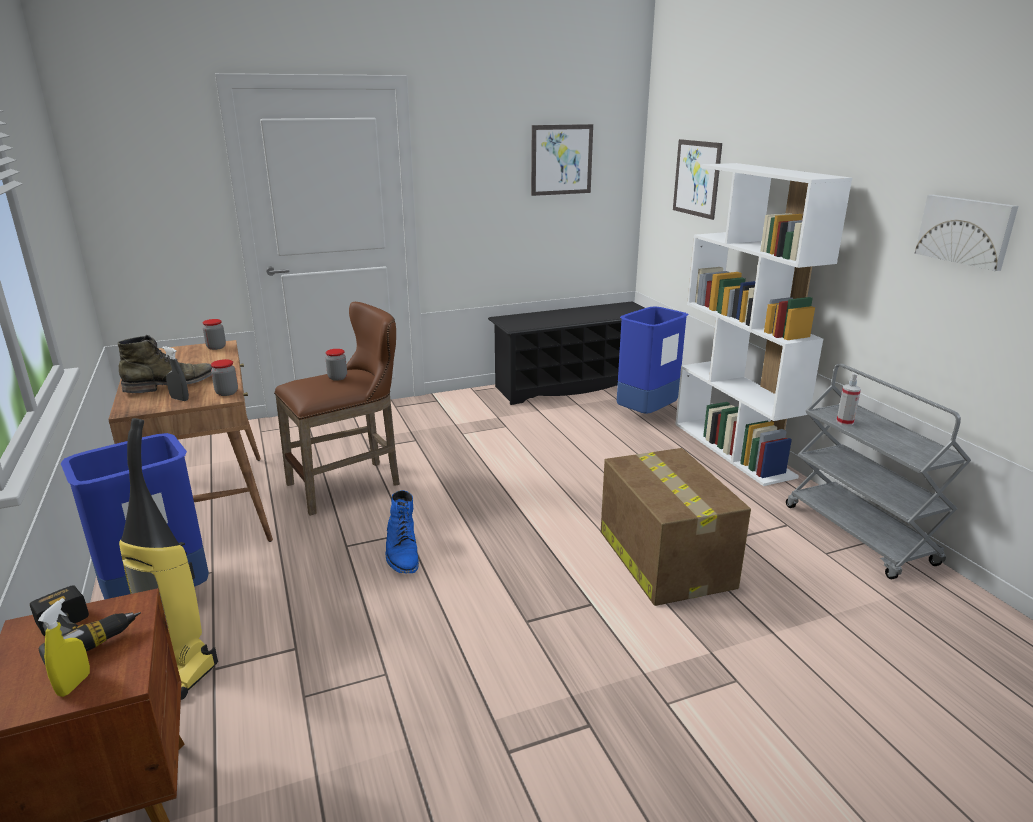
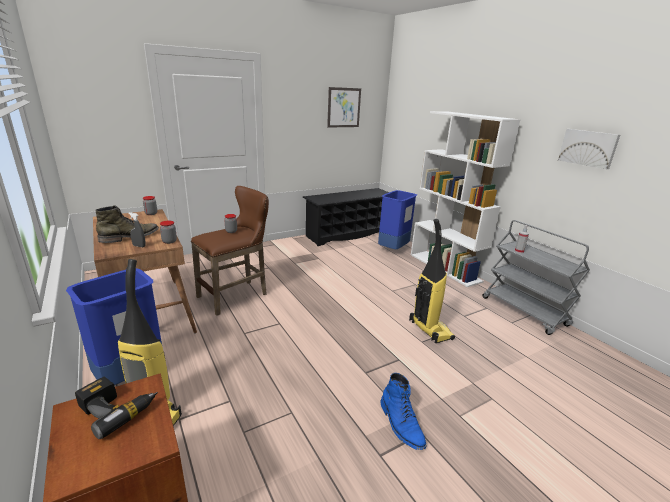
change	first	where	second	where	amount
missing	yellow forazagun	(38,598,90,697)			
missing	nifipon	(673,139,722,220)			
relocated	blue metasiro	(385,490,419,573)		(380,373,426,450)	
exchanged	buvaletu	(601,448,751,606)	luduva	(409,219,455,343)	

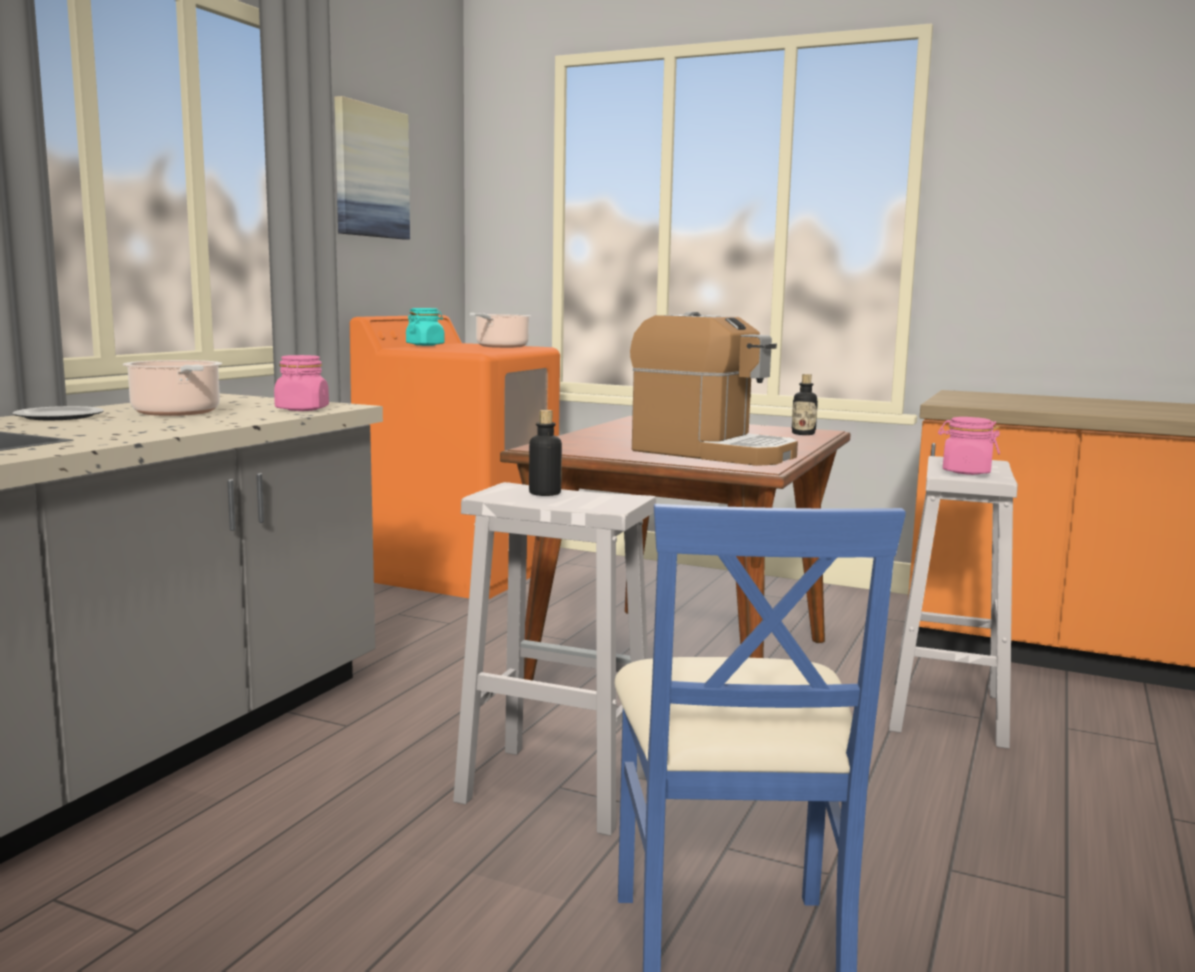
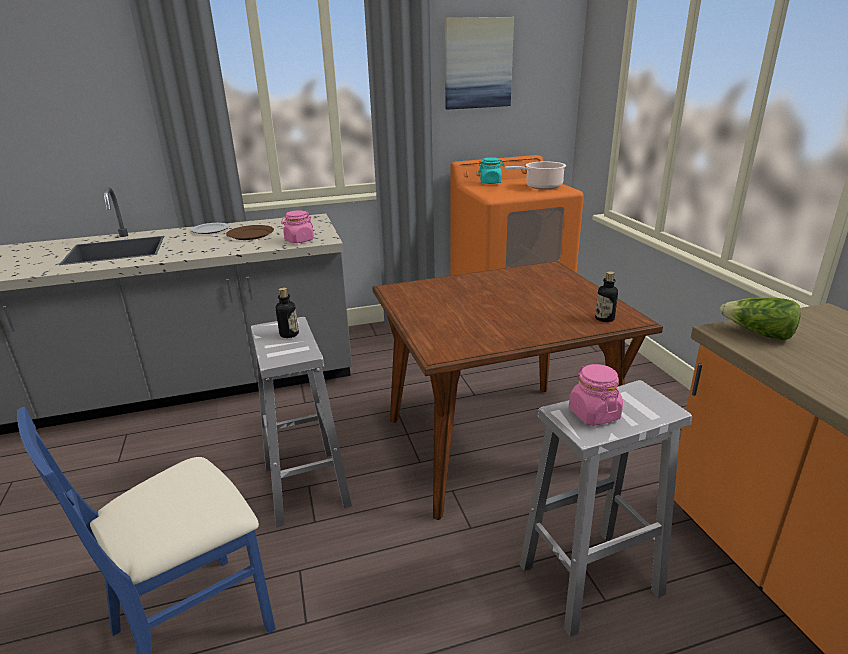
change	first	where	second	where	amount
missing	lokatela	(630,312,798,466)			
appeared			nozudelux	(720,298,801,340)	
exchanged	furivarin	(123,360,222,416)	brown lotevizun	(226,225,274,240)	

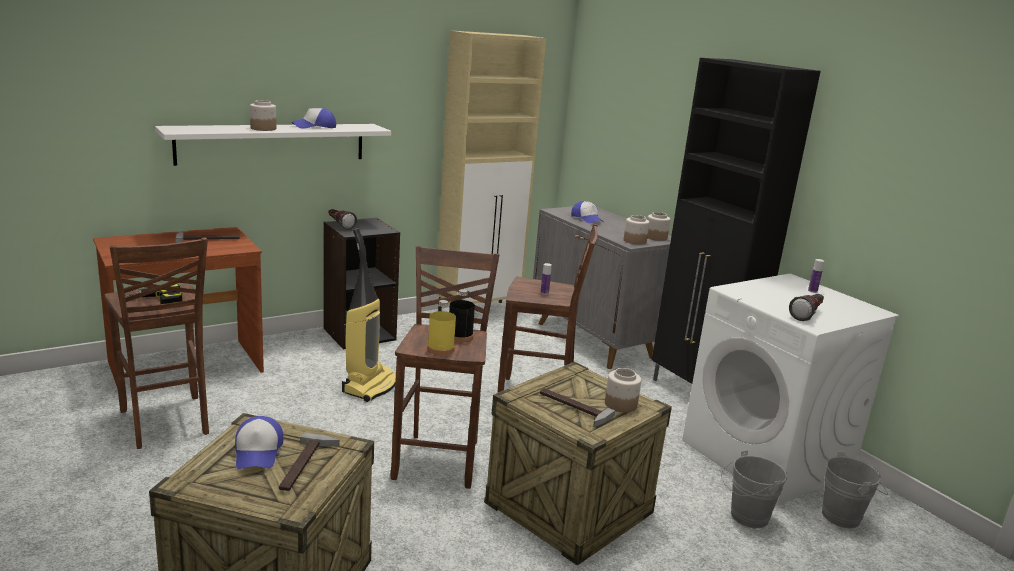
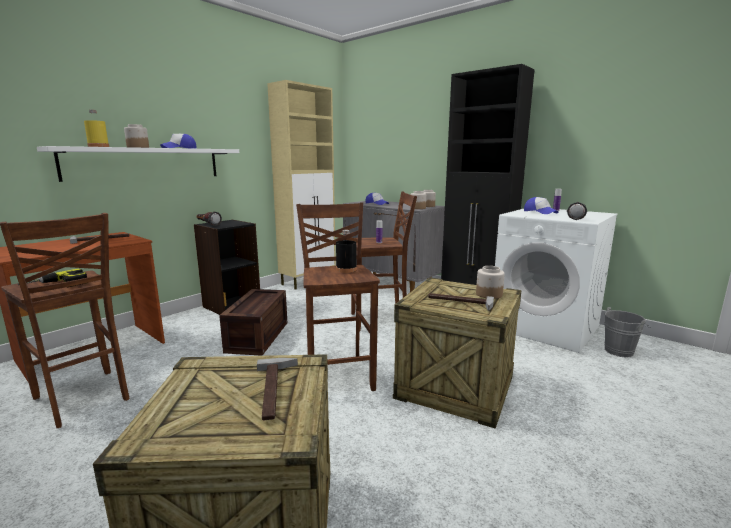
change	first	where	second	where	amount
missing	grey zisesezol	(721,450,787,529)			
relocated	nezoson	(235,416,284,469)		(524,197,559,214)	
relocated	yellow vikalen	(427,300,456,355)		(84,110,109,147)	
exchanged	luduva	(342,228,396,402)	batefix	(219,289,287,356)	

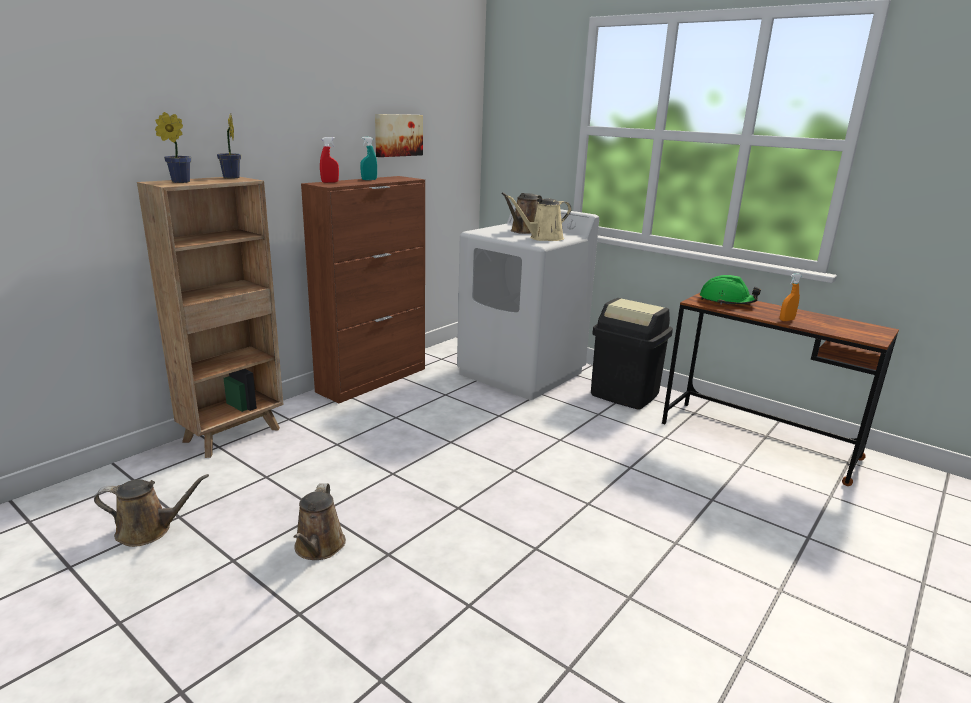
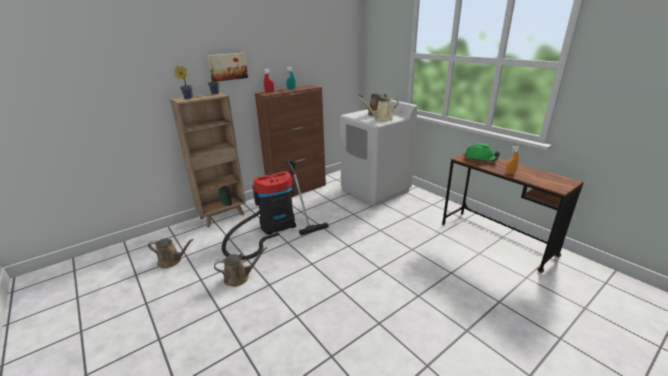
change	first	where	second	where	amount
missing	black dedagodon	(591,298,673,410)			
appeared			luduva	(221,159,329,260)	
relocated	nifipon	(375,114,423,157)		(207,53,248,82)	
spun	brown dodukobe	(294,483,346,560)		(214,247,267,287)	120 degrees counterclockwise

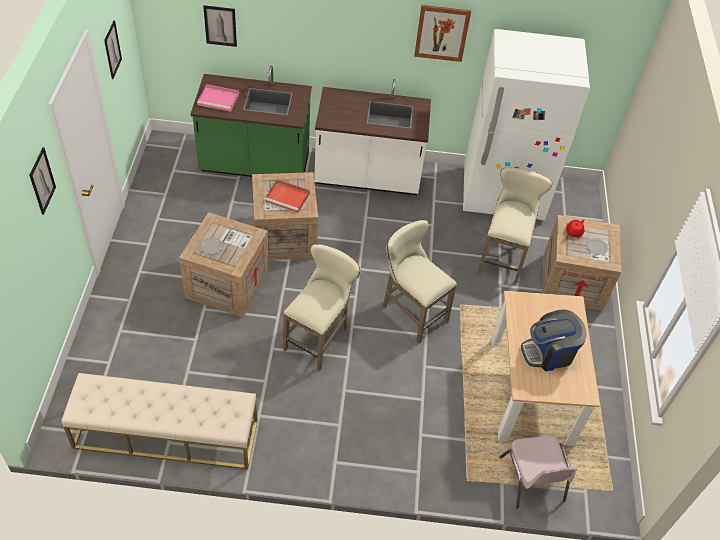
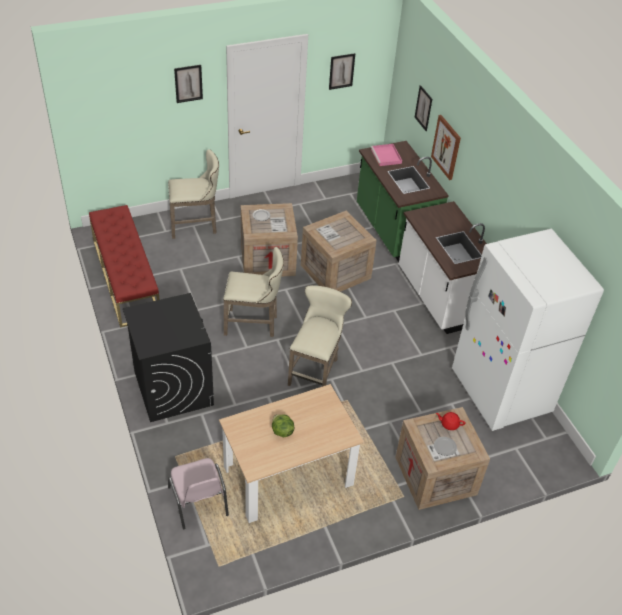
change	first	where	second	where	amount
missing	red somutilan	(265,179,310,213)			
appeared			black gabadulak	(123,293,214,422)	
relocated	nifipon	(414,5,471,62)		(431,115,461,180)	
relocated	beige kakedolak	(478,168,552,284)		(168,149,219,239)	
exchanged	lokatela	(521,309,586,371)	nozudelux	(272,414,295,438)	
colour	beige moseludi	(62,373,257,469)	red moseludi	(89,205,160,328)	
spun	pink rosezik	(500,435,578,509)		(168,458,229,529)	75 degrees counterclockwise

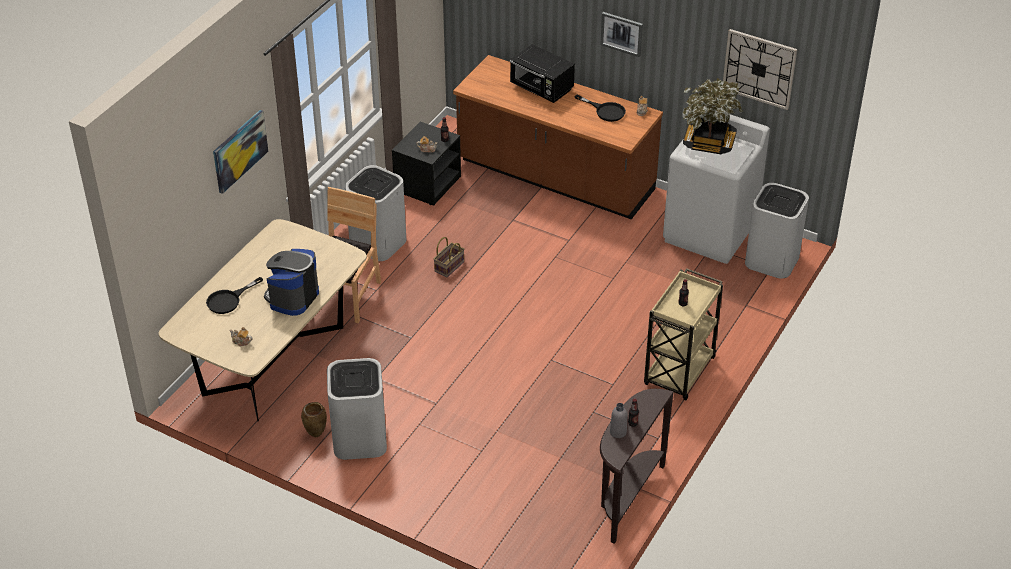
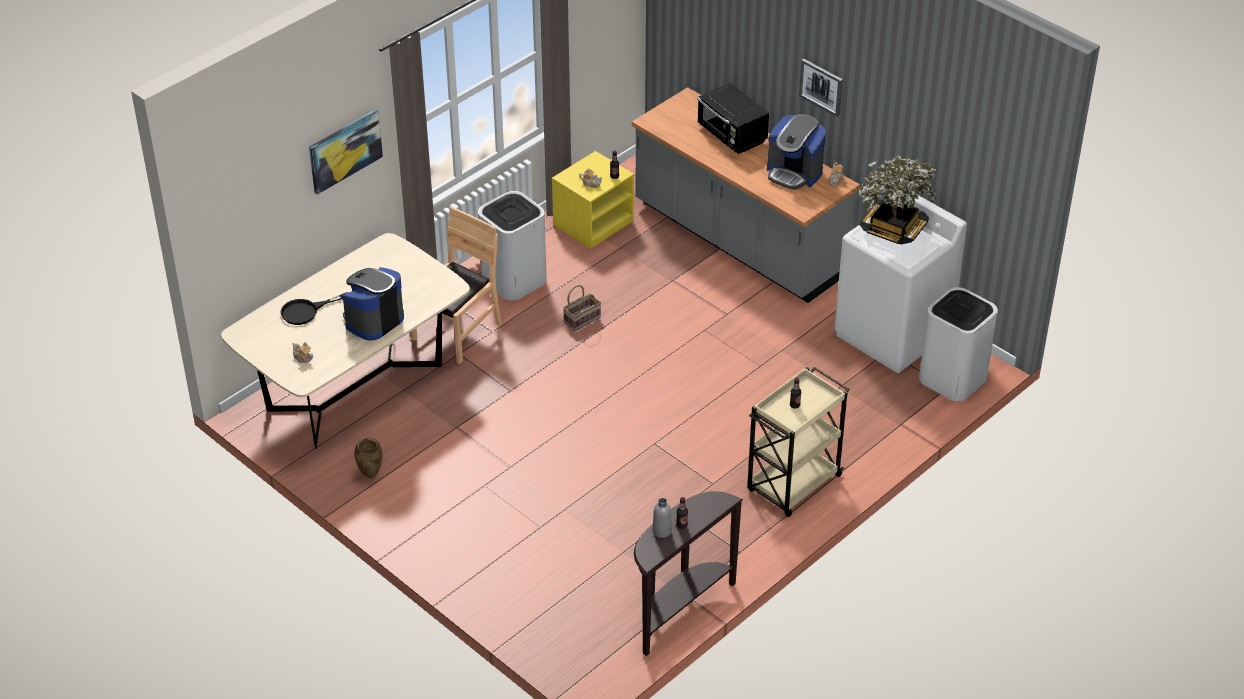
change	first	where	second	where	amount
missing	white dedagodon	(327,358,387,460)			
missing	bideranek	(723,29,797,110)			
exchanged	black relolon	(575,95,626,122)	lokatela	(767,114,826,190)	
colour	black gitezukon	(392,122,461,206)	yellow gitezukon	(552,151,634,249)	
colour	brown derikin	(453,55,663,219)	grey derikin	(632,87,860,303)	

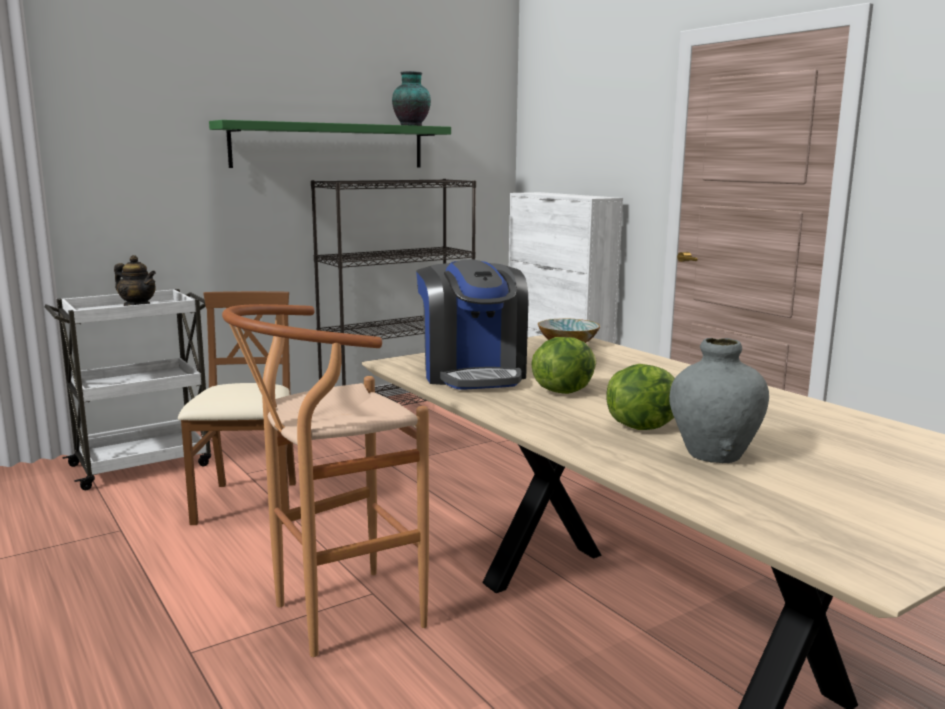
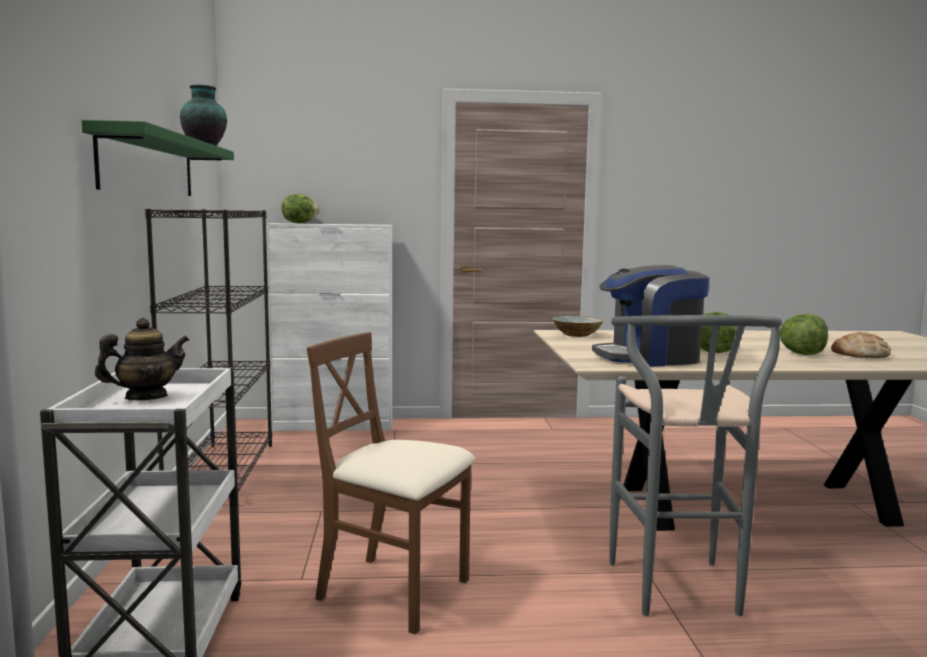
change	first	where	second	where	amount
appeared			nozudelux	(282,194,320,223)	
exchanged	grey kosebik	(669,338,769,463)	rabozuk	(831,332,891,358)	
colour	brown kakedolak	(222,304,429,657)	grey kakedolak	(609,315,782,616)	
spun	lokatela	(416,259,528,390)		(592,265,709,367)	150 degrees clockwise

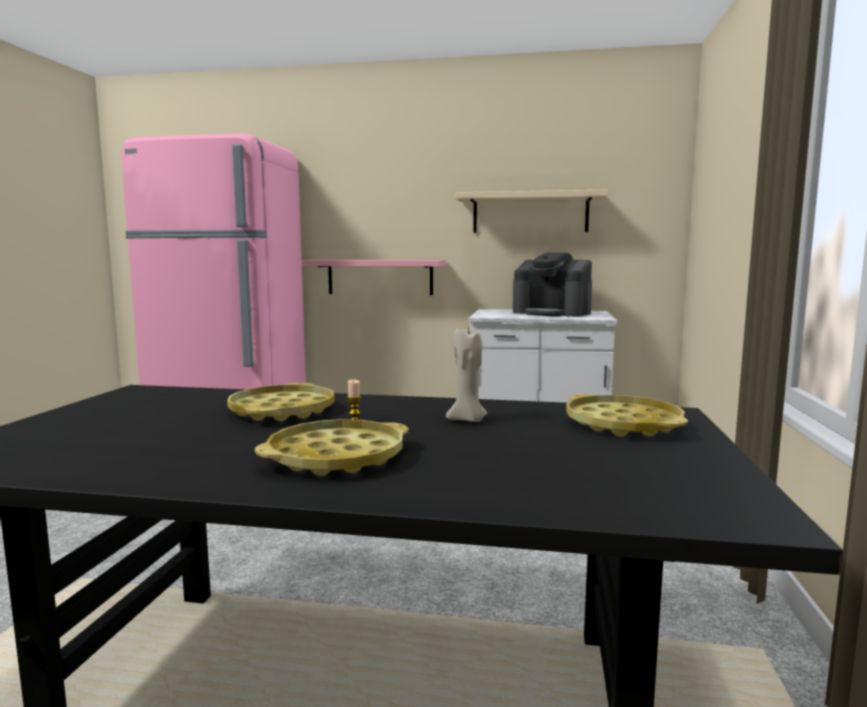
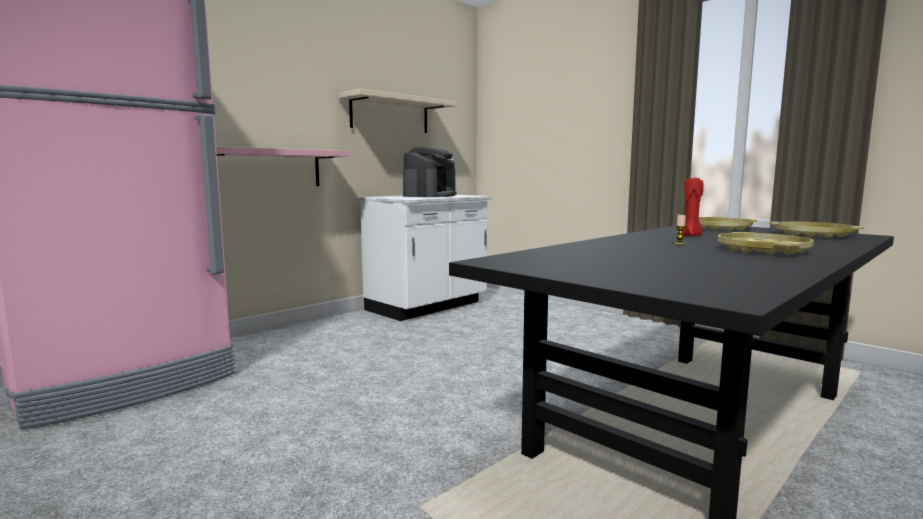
change	first	where	second	where	amount
relocated	yellow somutilan	(227,383,335,421)		(769,222,864,238)	
colour	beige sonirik	(446,328,487,422)	red sonirik	(682,178,703,236)	
spun	lokatela	(513,252,592,317)		(403,147,457,197)	45 degrees counterclockwise

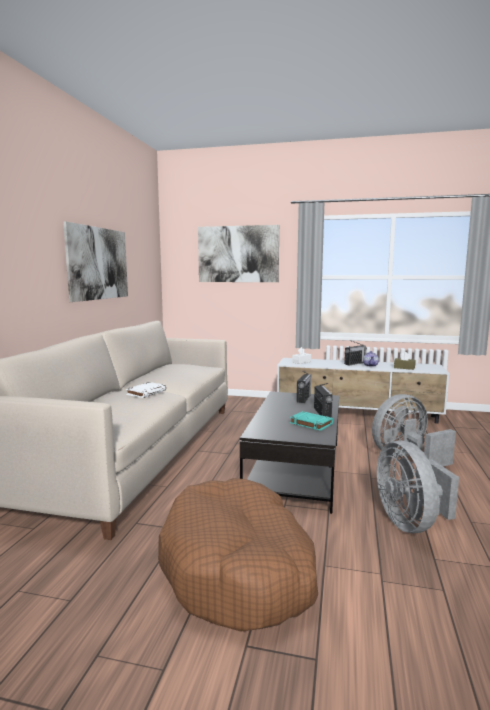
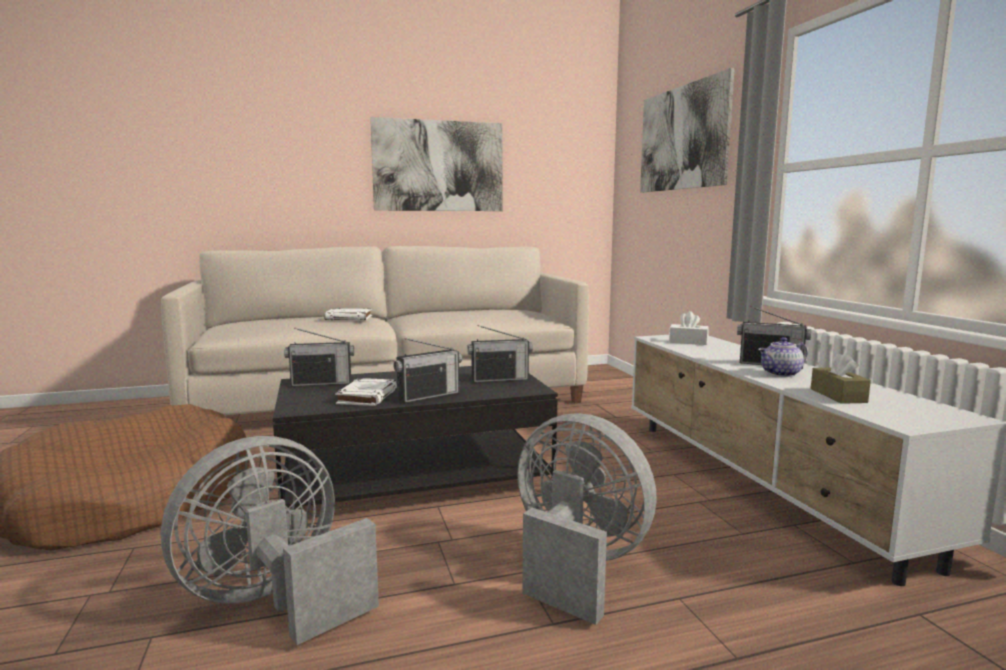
change	first	where	second	where	amount
appeared			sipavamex	(284,328,354,387)	
colour	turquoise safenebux	(290,411,333,431)	white safenebux	(335,378,397,406)	

